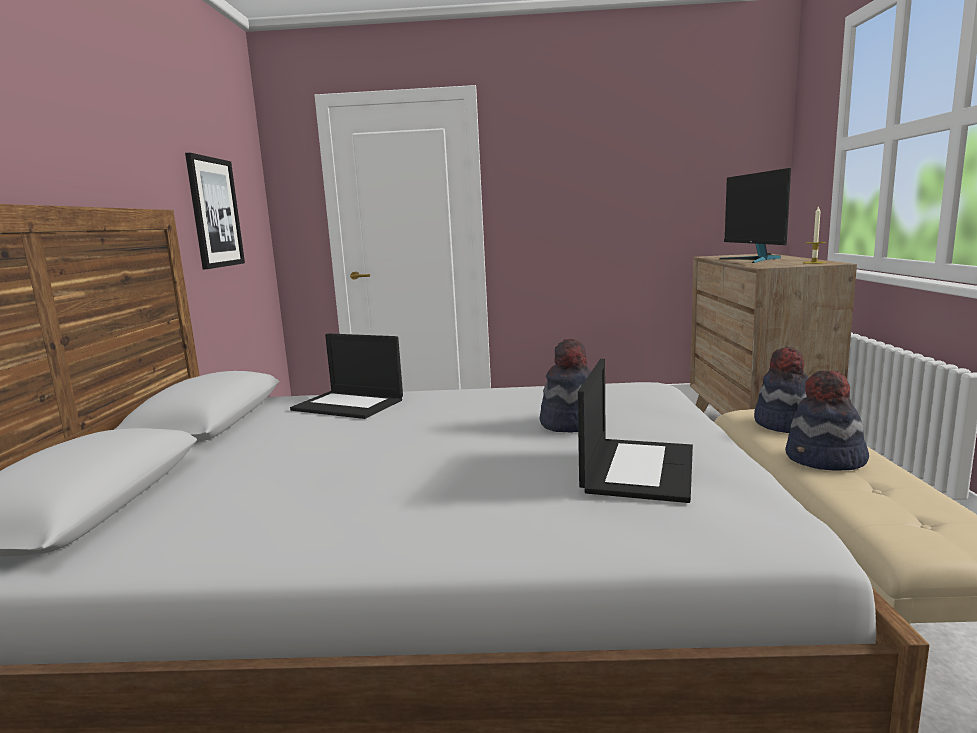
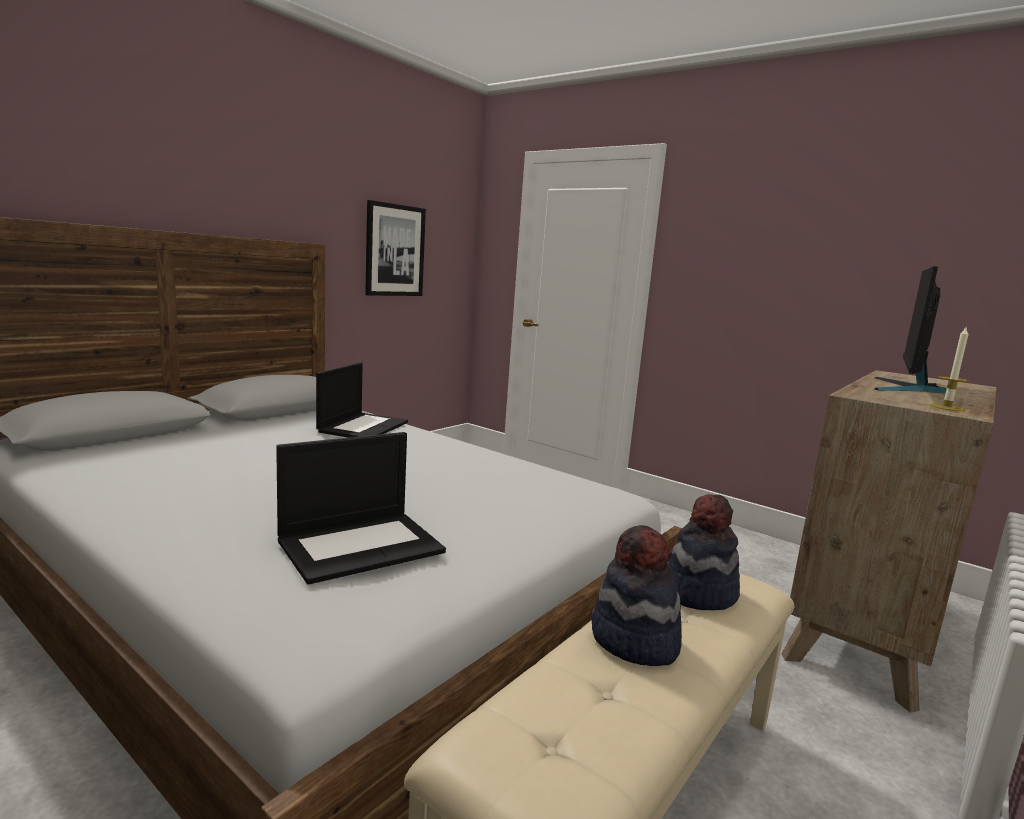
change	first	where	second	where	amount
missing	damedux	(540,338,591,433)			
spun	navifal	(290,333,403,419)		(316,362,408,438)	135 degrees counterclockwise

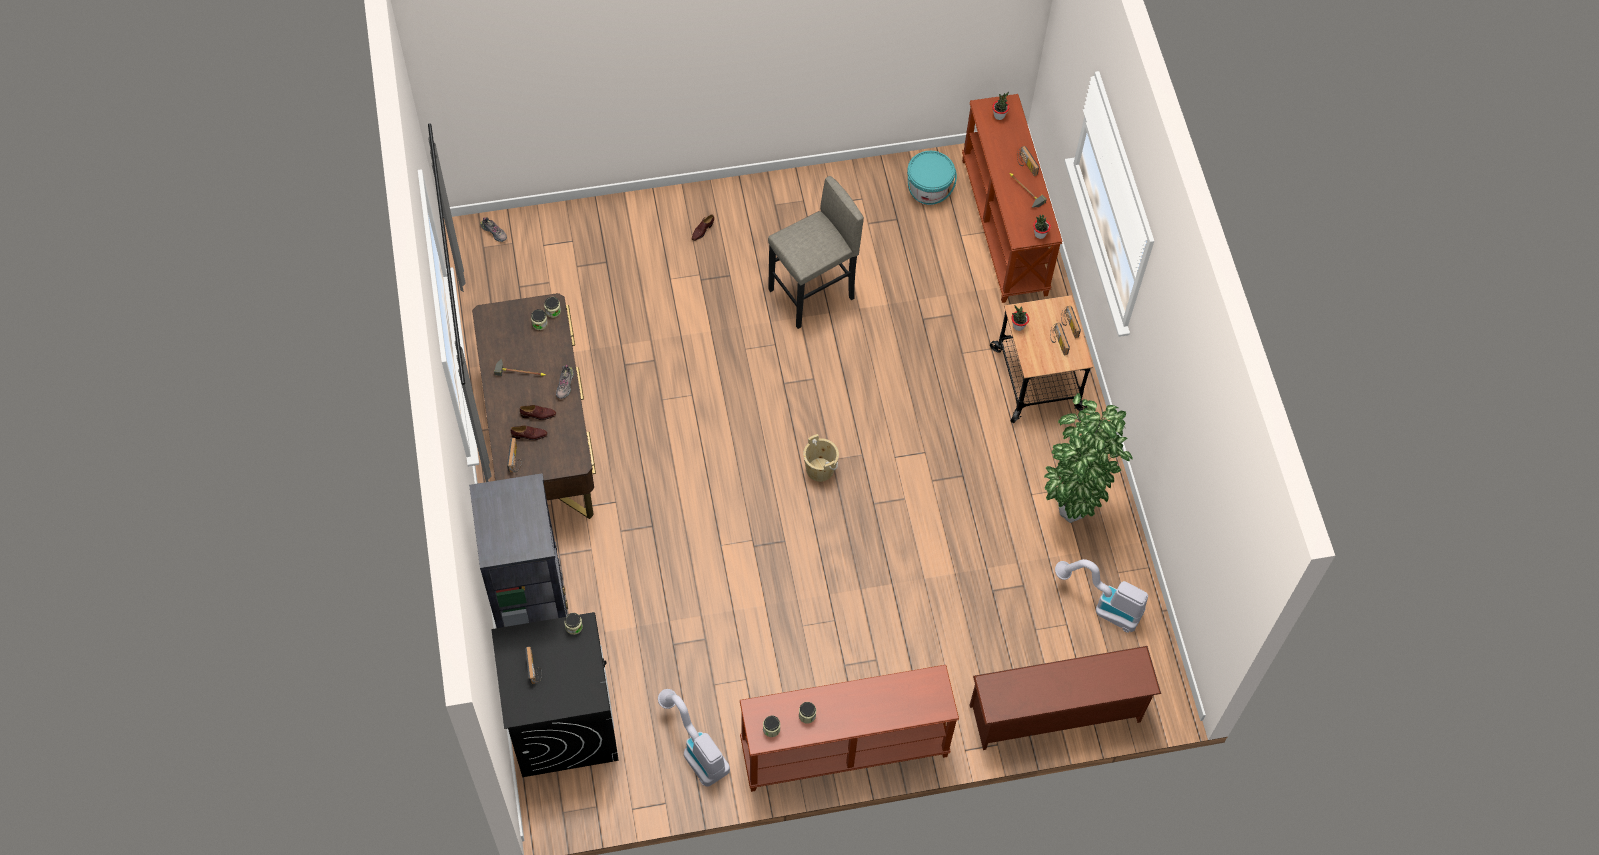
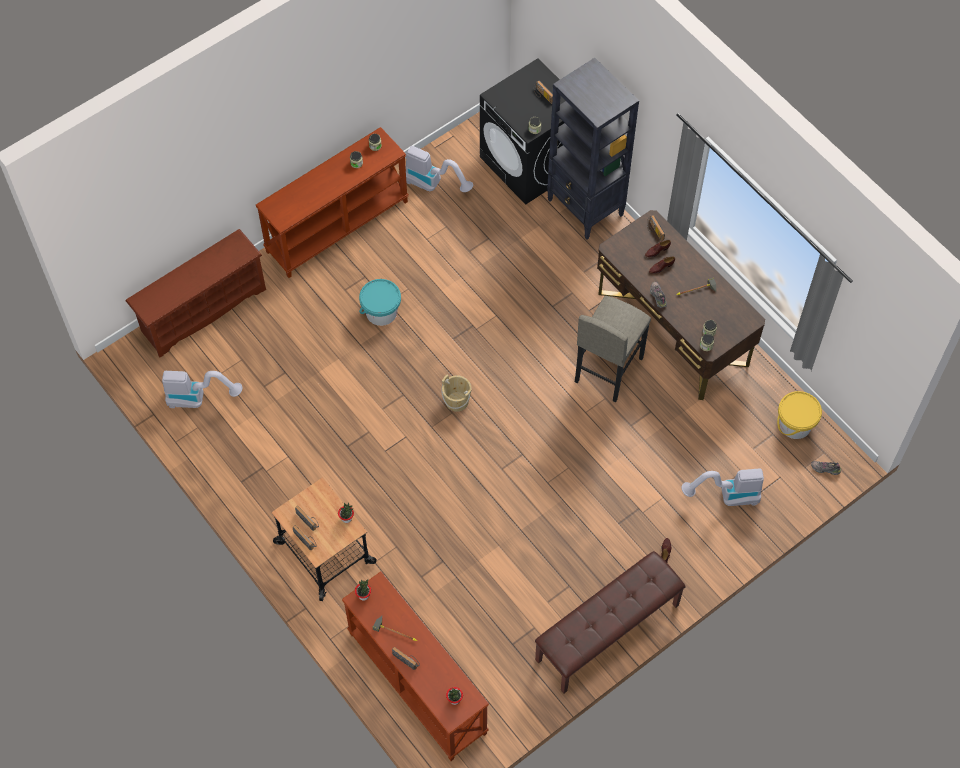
change	first	where	second	where	amount
missing	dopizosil	(1044,393,1132,523)			
appeared			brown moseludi	(535,551,686,693)	
appeared			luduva	(682,468,764,506)	
appeared			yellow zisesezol	(777,391,822,439)	
relocated	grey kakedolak	(768,176,864,329)		(575,296,651,402)	
relocated	turquoise zisesezol	(907,151,957,205)		(359,279,401,326)	

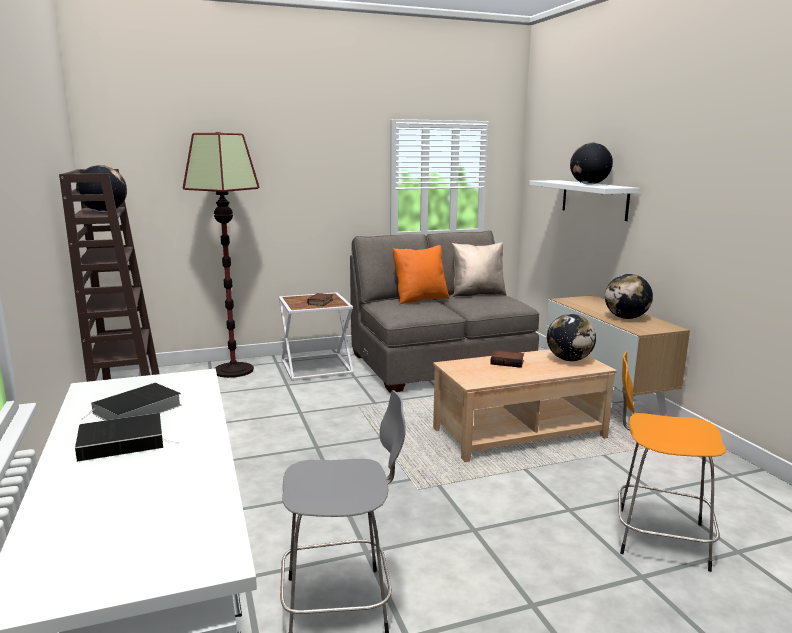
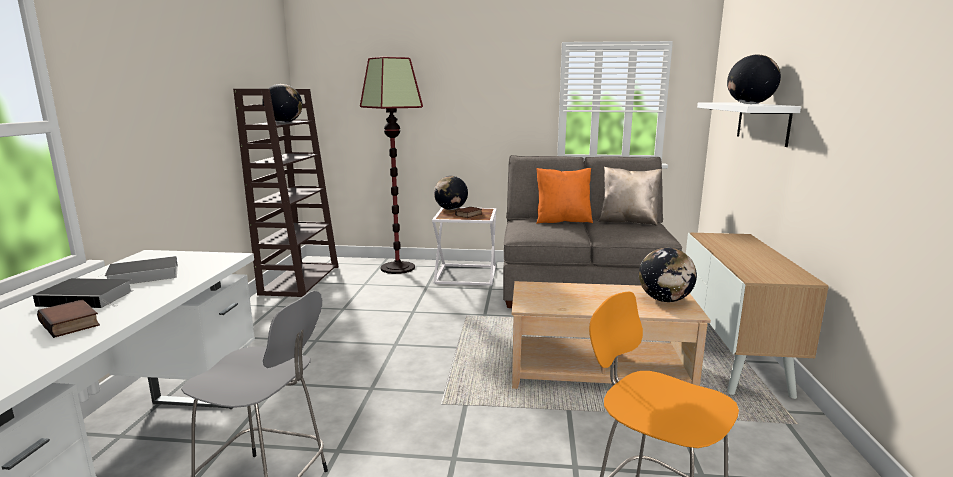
change	first	where	second	where	amount
relocated	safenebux	(490,350,524,368)		(37,300,100,338)	
relocated	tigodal	(605,274,653,319)		(434,176,468,210)	

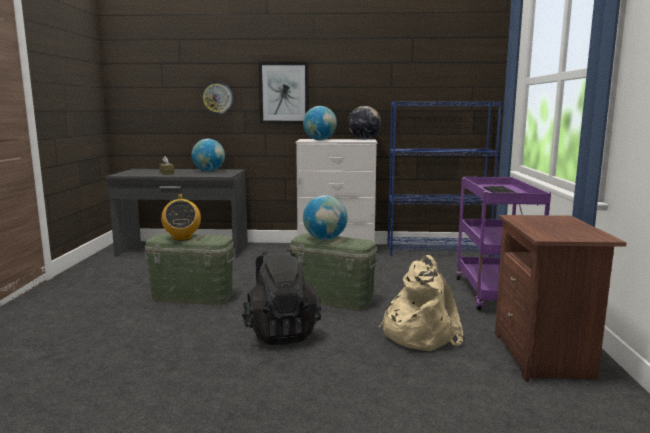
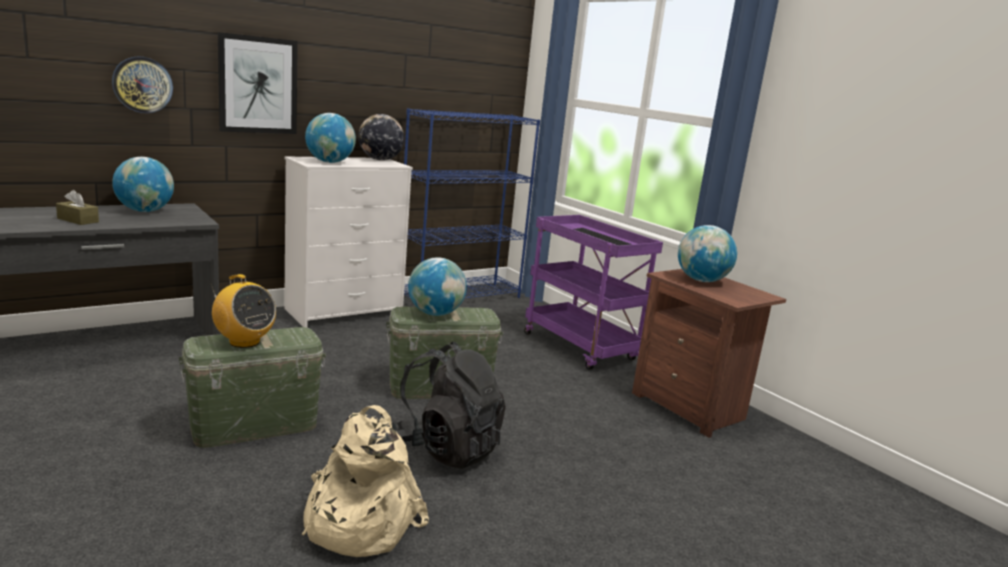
change	first	where	second	where	amount
appeared			tigodal	(678,225,737,282)	
relocated	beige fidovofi	(379,255,464,351)		(302,405,429,557)	

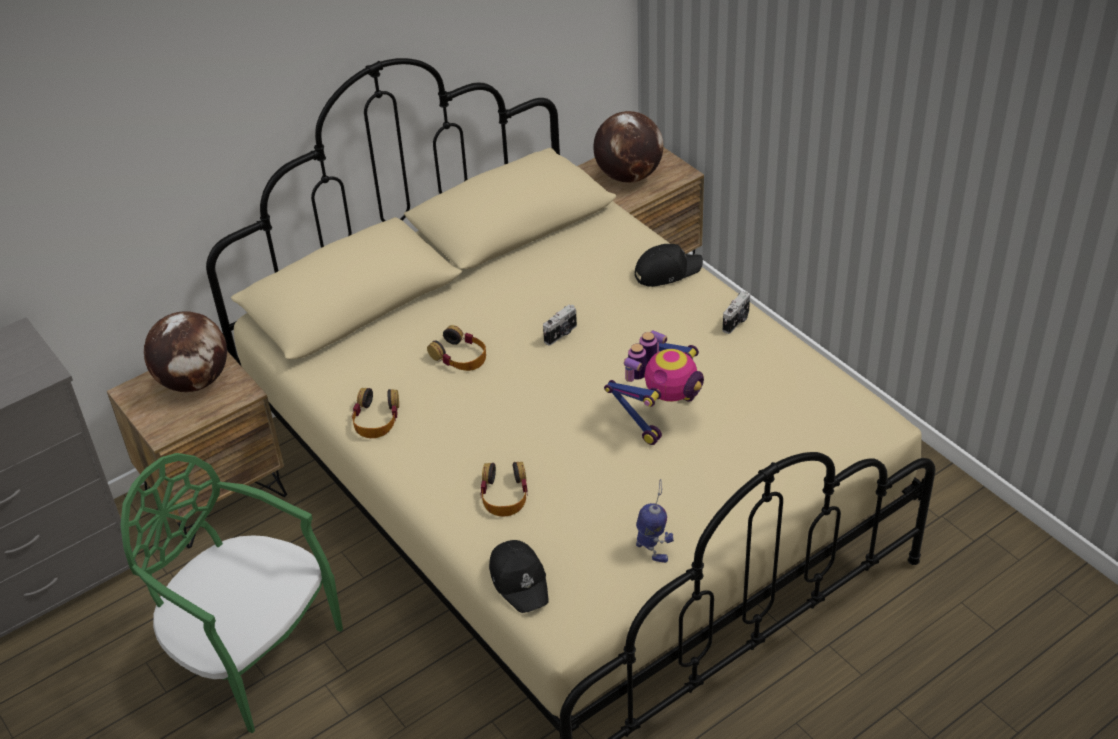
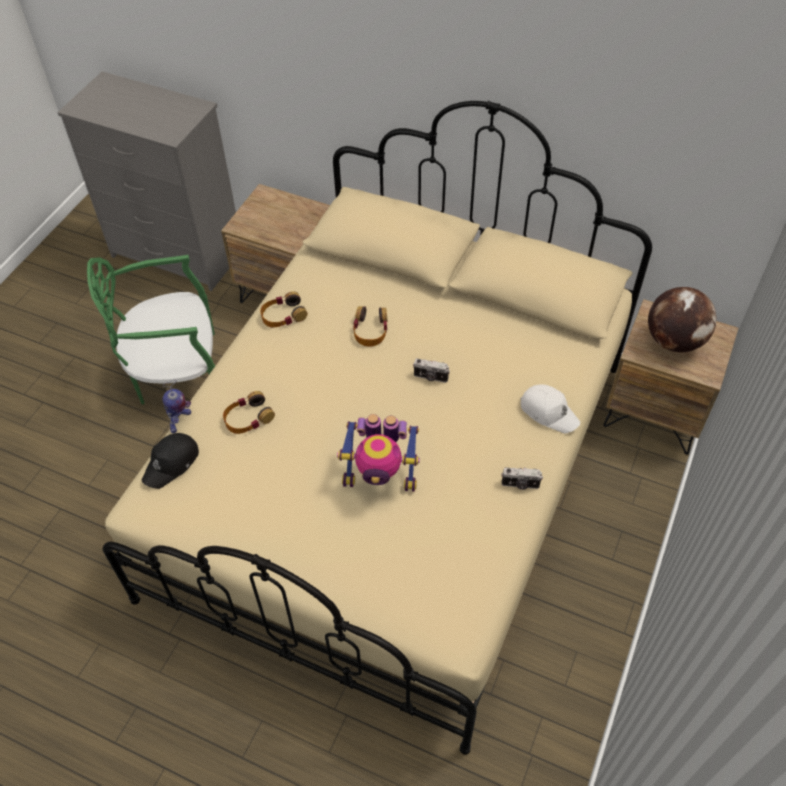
change	first	where	second	where	amount
missing	tigodal	(144,311,227,392)			
relocated	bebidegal	(636,479,674,563)		(163,380,191,433)	
colour	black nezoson	(635,244,703,287)	white nezoson	(520,385,580,433)	
spun	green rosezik	(120,453,343,733)		(87,255,215,404)	105 degrees counterclockwise

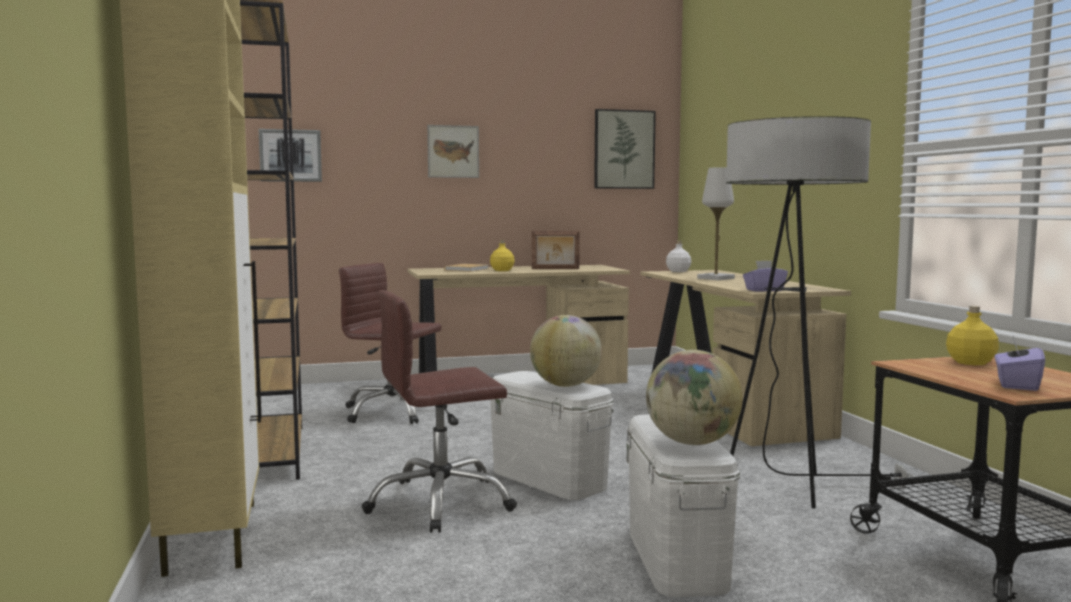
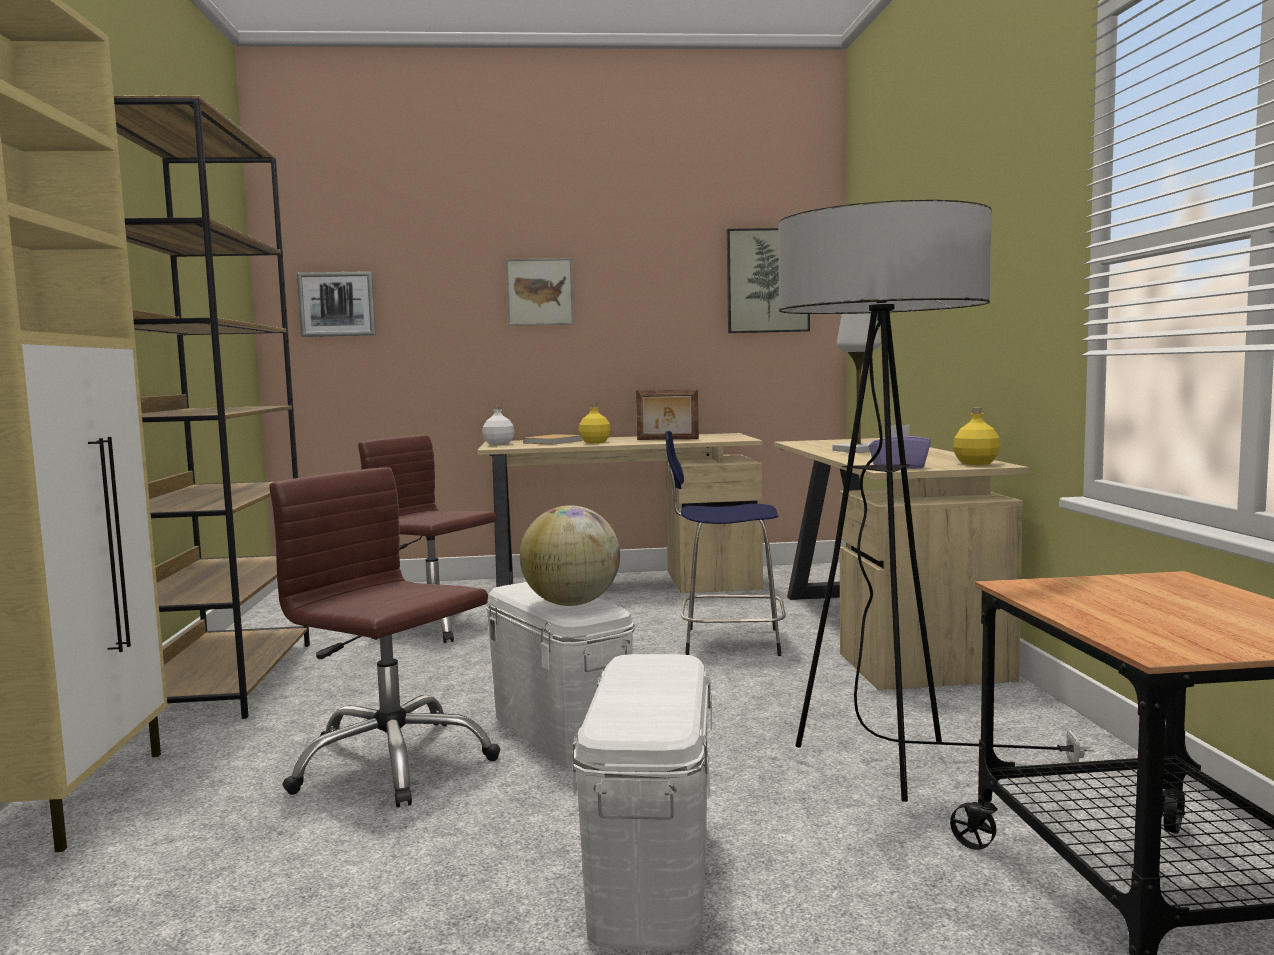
change	first	where	second	where	amount
missing	tigodal	(646,350,743,445)			
missing	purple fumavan	(995,336,1045,391)			
appeared			blue kakedolak	(665,431,786,656)	
relocated	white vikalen	(666,241,691,272)		(482,405,514,445)	
relocated	yellow vikalen	(946,306,999,365)		(953,408,1000,465)	
spun	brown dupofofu	(362,290,517,533)		(269,467,501,807)	45 degrees clockwise

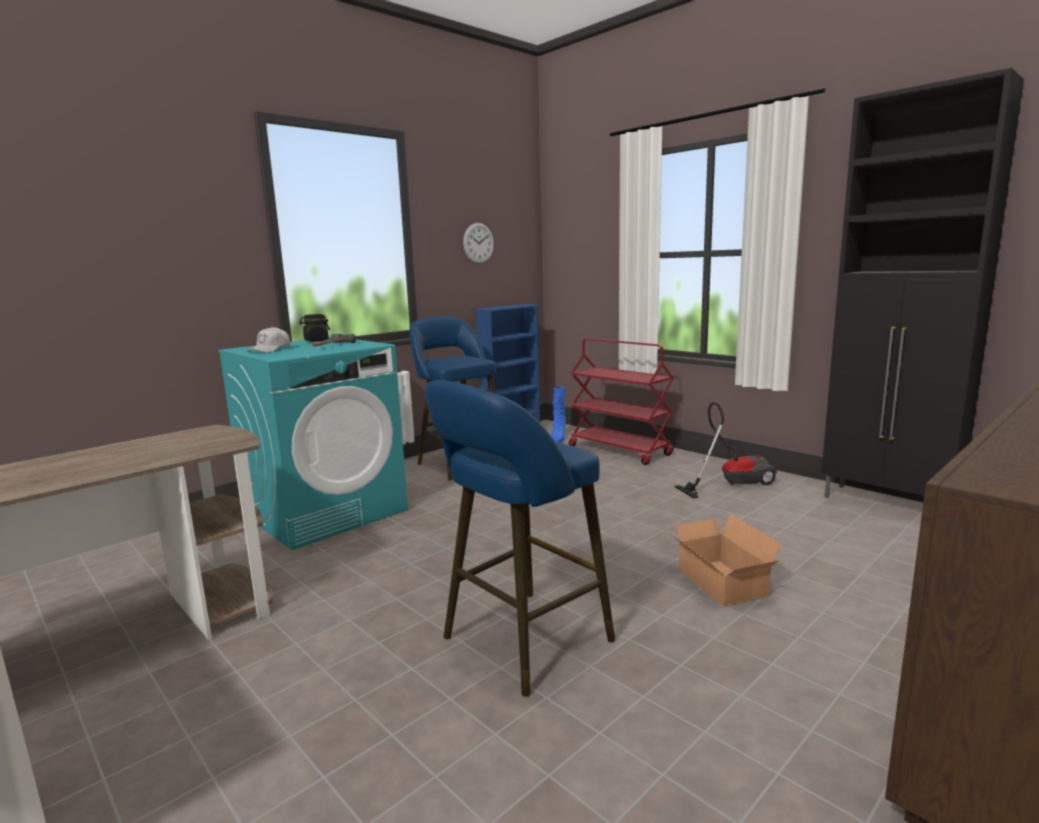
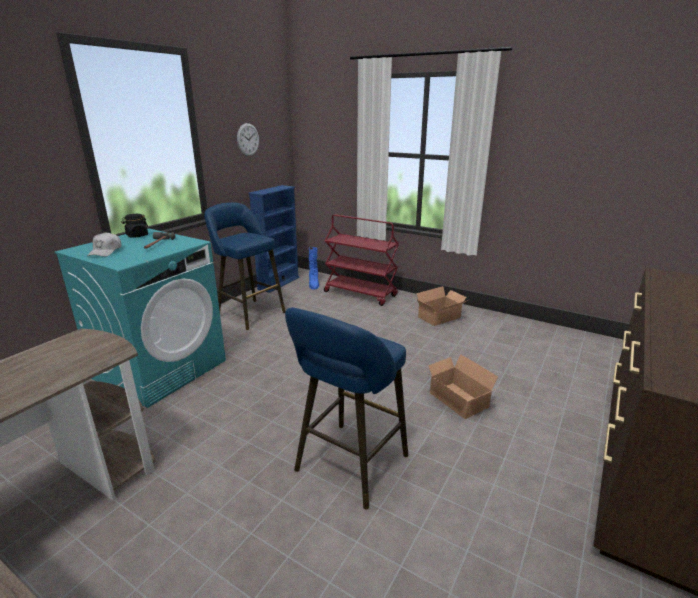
change	first	where	second	where	amount
missing	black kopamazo	(821,68,1024,498)			
exchanged	luduva	(674,402,777,499)	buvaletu	(416,286,468,326)	

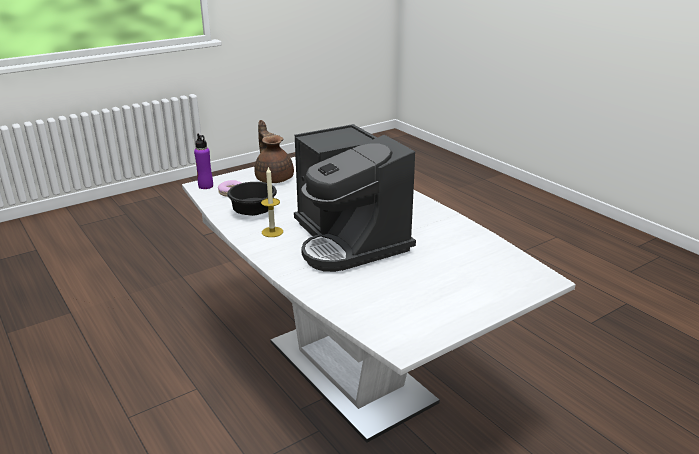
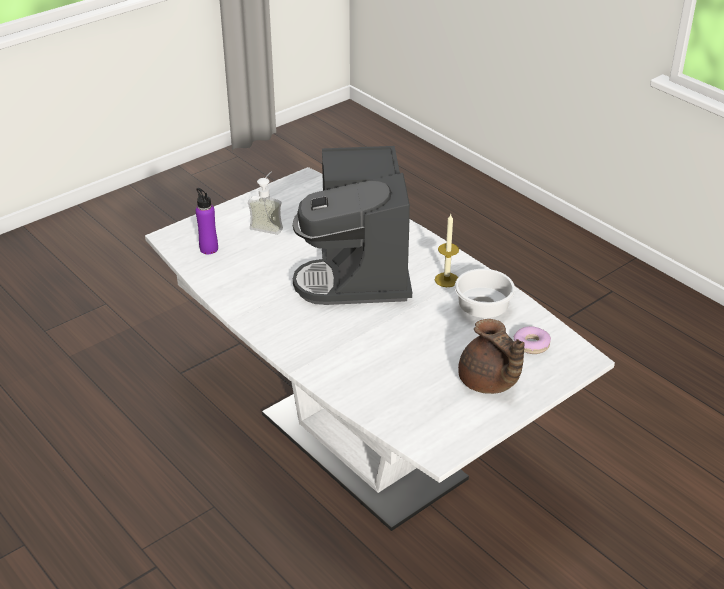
change	first	where	second	where	amount
appeared			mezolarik	(248,172,283,235)	
relocated	purple vikalen	(194,133,213,189)		(196,188,218,254)	
colour	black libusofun	(227,182,277,216)	white libusofun	(455,269,515,318)	
spun	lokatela	(294,124,416,272)		(293,146,412,305)	150 degrees counterclockwise

